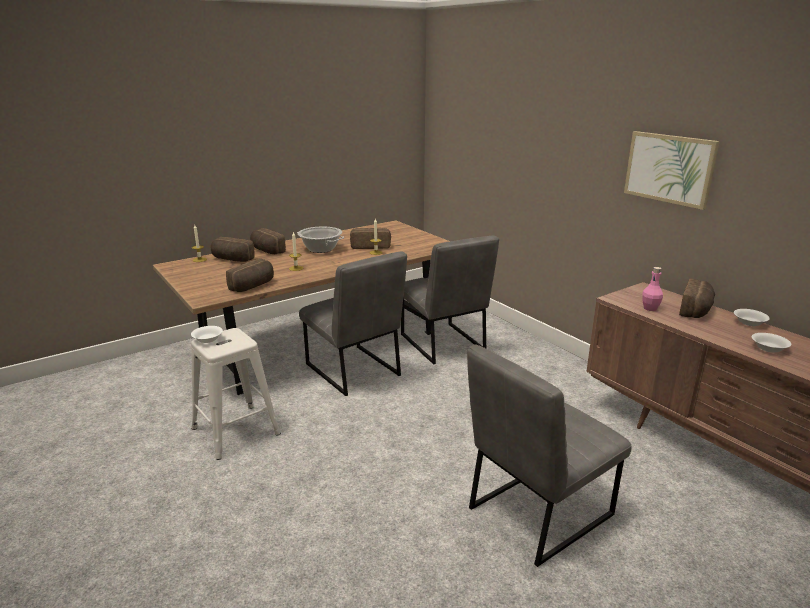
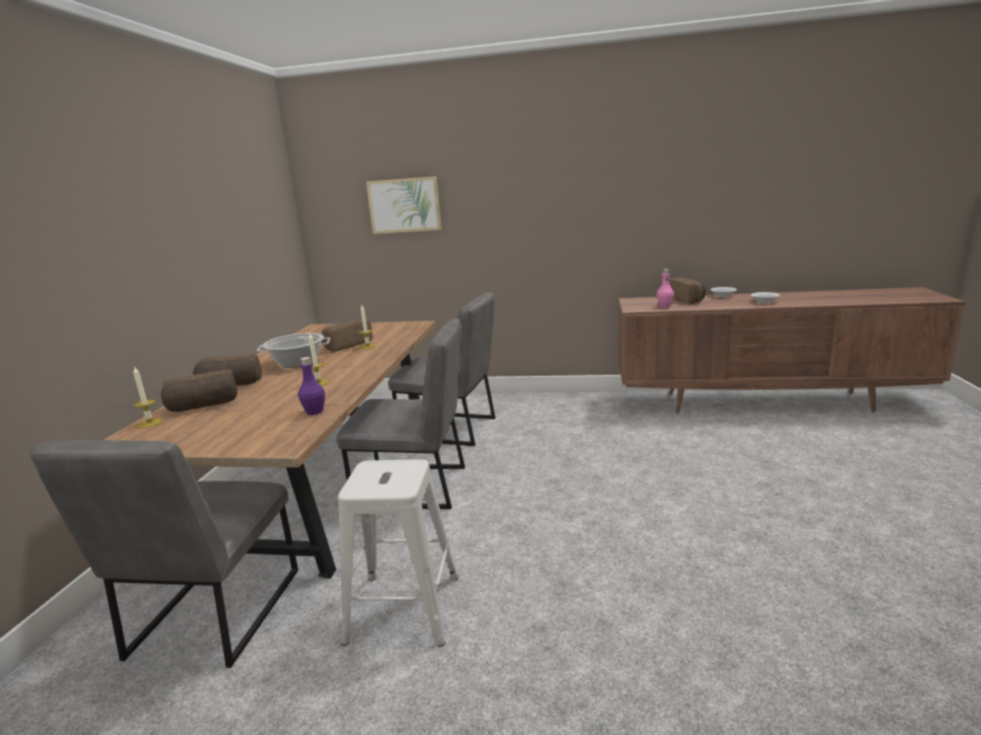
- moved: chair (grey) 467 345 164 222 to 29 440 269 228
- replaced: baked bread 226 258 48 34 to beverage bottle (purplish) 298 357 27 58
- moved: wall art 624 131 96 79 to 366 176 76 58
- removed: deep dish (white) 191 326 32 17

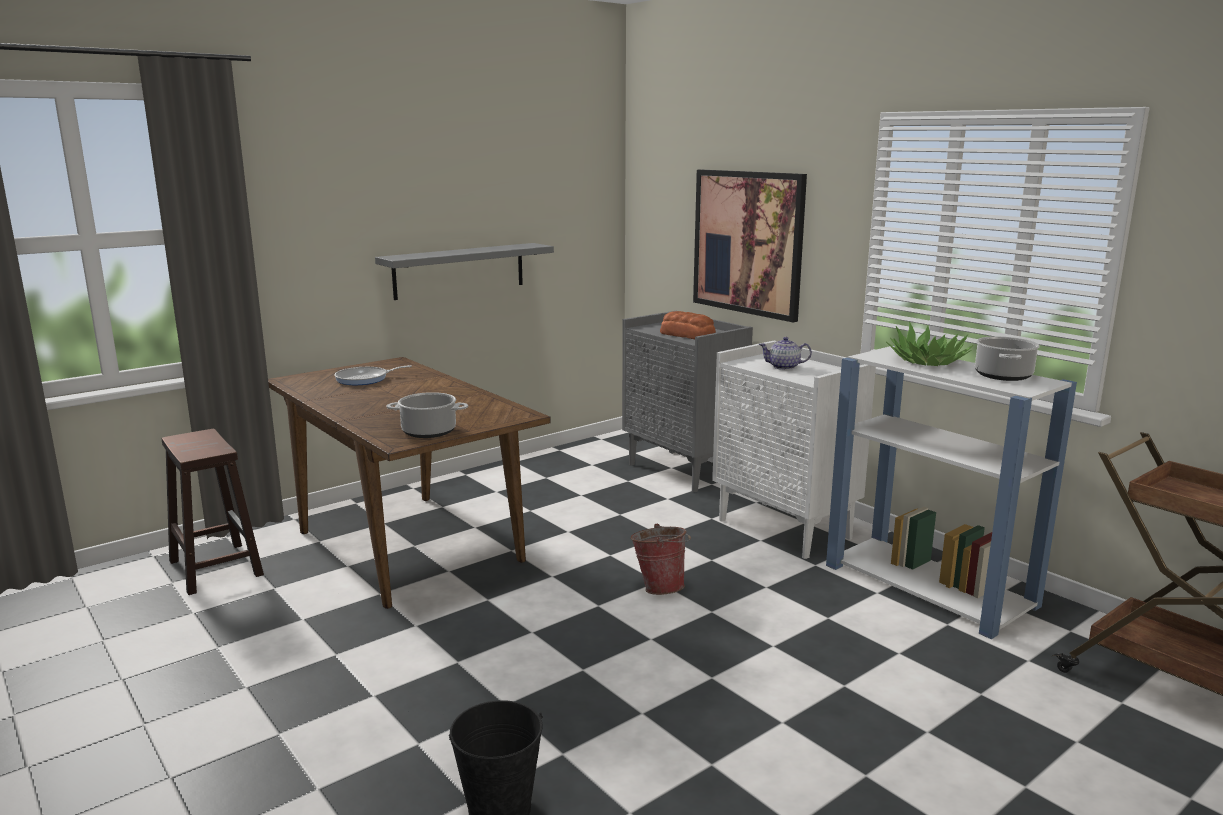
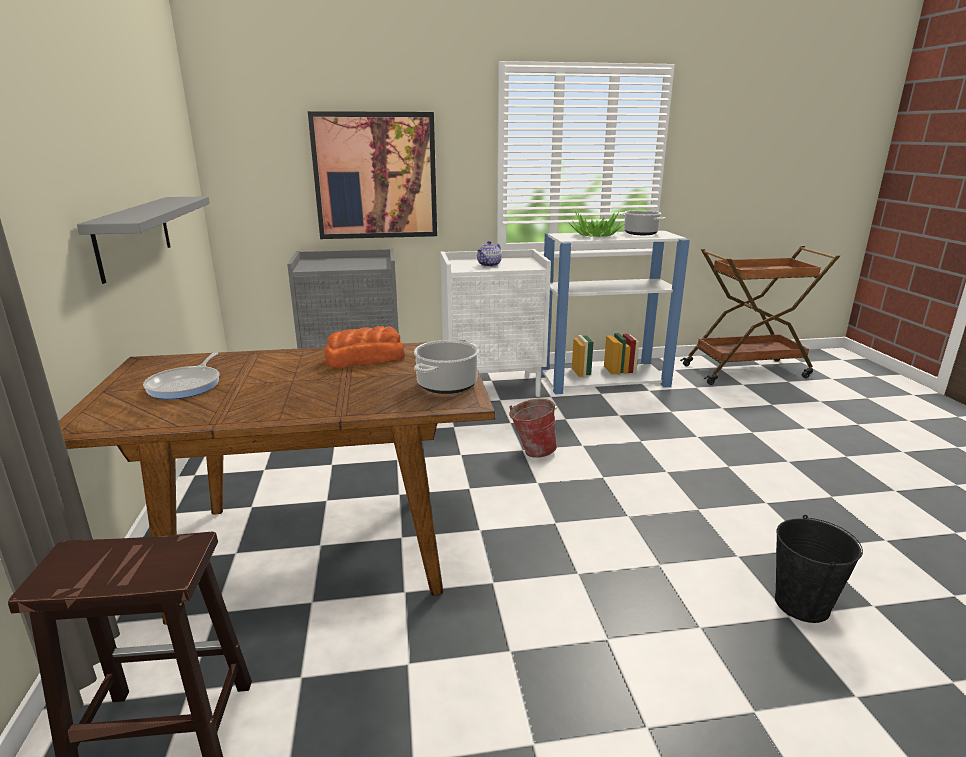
- moved: baked bread 660 311 56 28 to 325 326 80 42

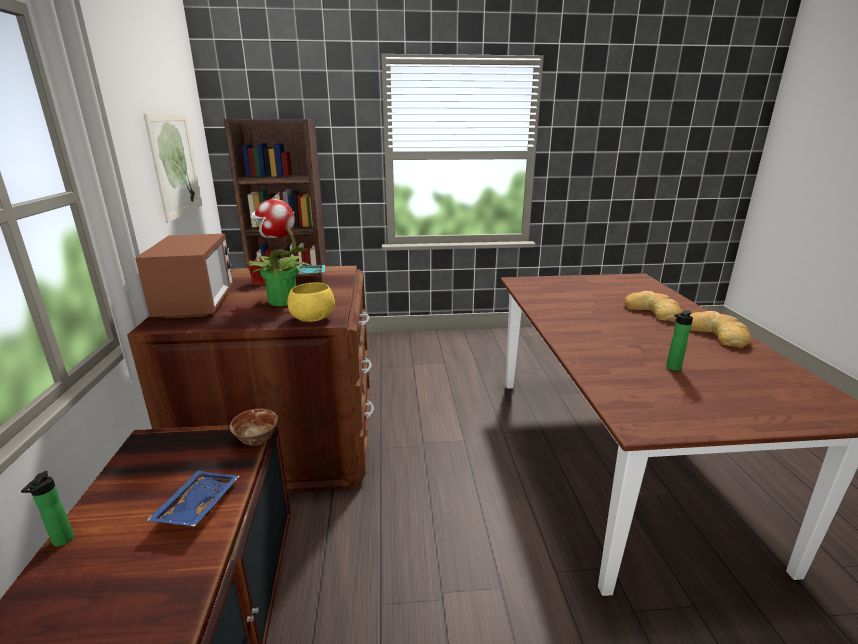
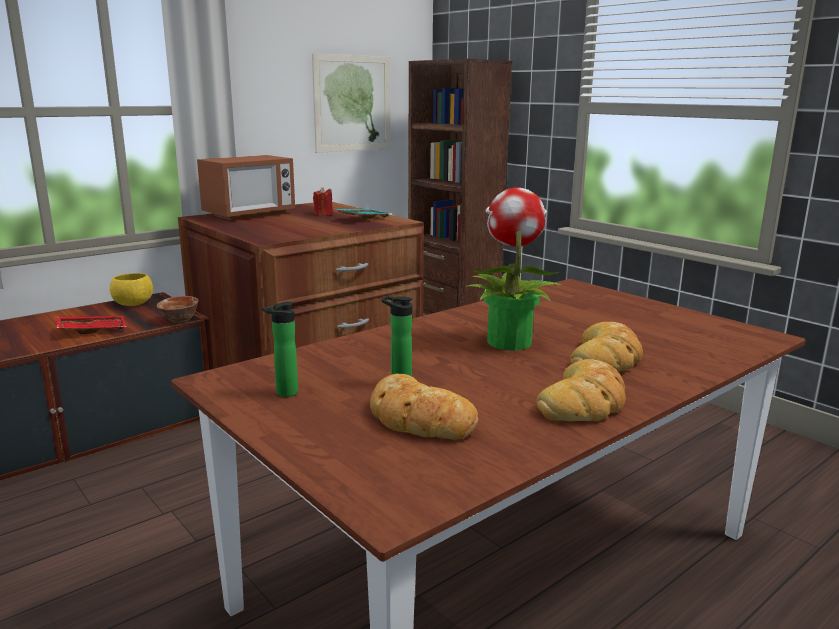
- recoloured: carrying tray (blue) 147 471 92 55 to carrying tray (red) 56 316 71 18
- moved: deep dish (yellow) 287 282 48 40 to 110 273 43 33
- moved: beverage bottle 21 471 53 76 to 261 302 37 95
- added: baked bread 370 373 108 67
- moved: potted plant 247 199 64 107 to 466 187 95 164

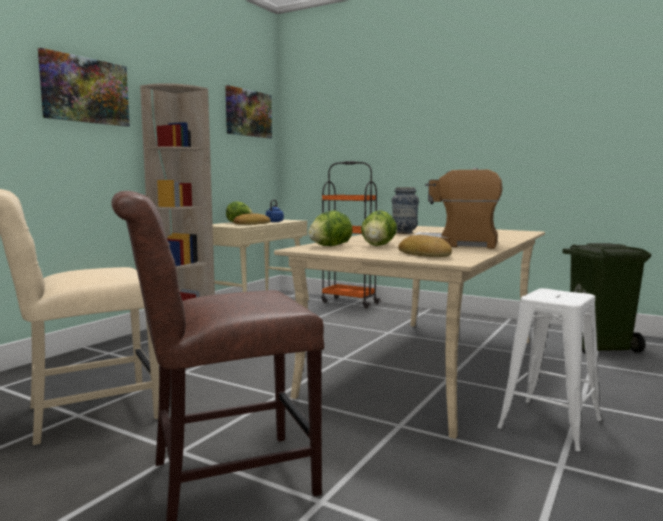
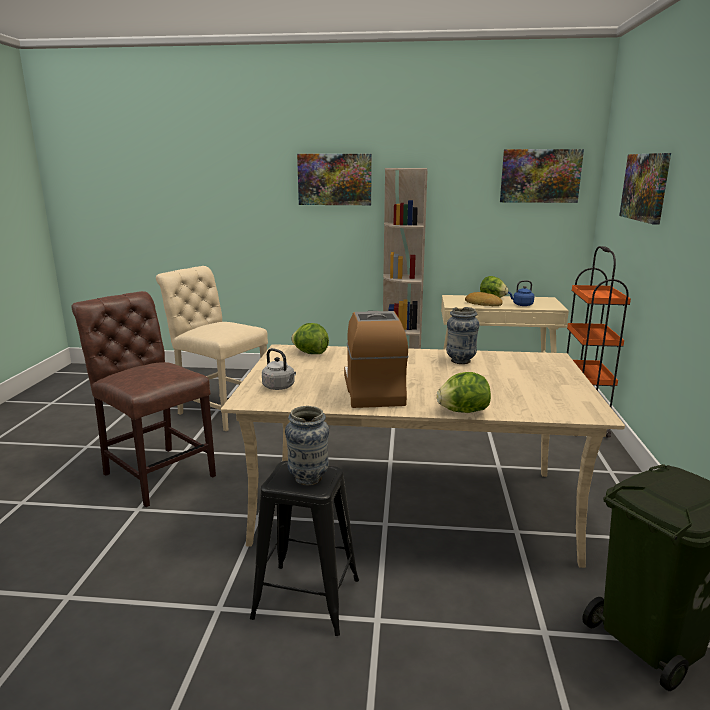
- recoloured: stool (white) 497 288 105 163 to stool (black) 250 461 109 175
- replaced: baked bread 398 235 54 22 to water kettle (grey) 262 348 34 42
- added: flower vase 285 406 44 79
- moved: lettuce 361 210 36 36 to 437 372 54 41
- added: wall art 619 153 52 72

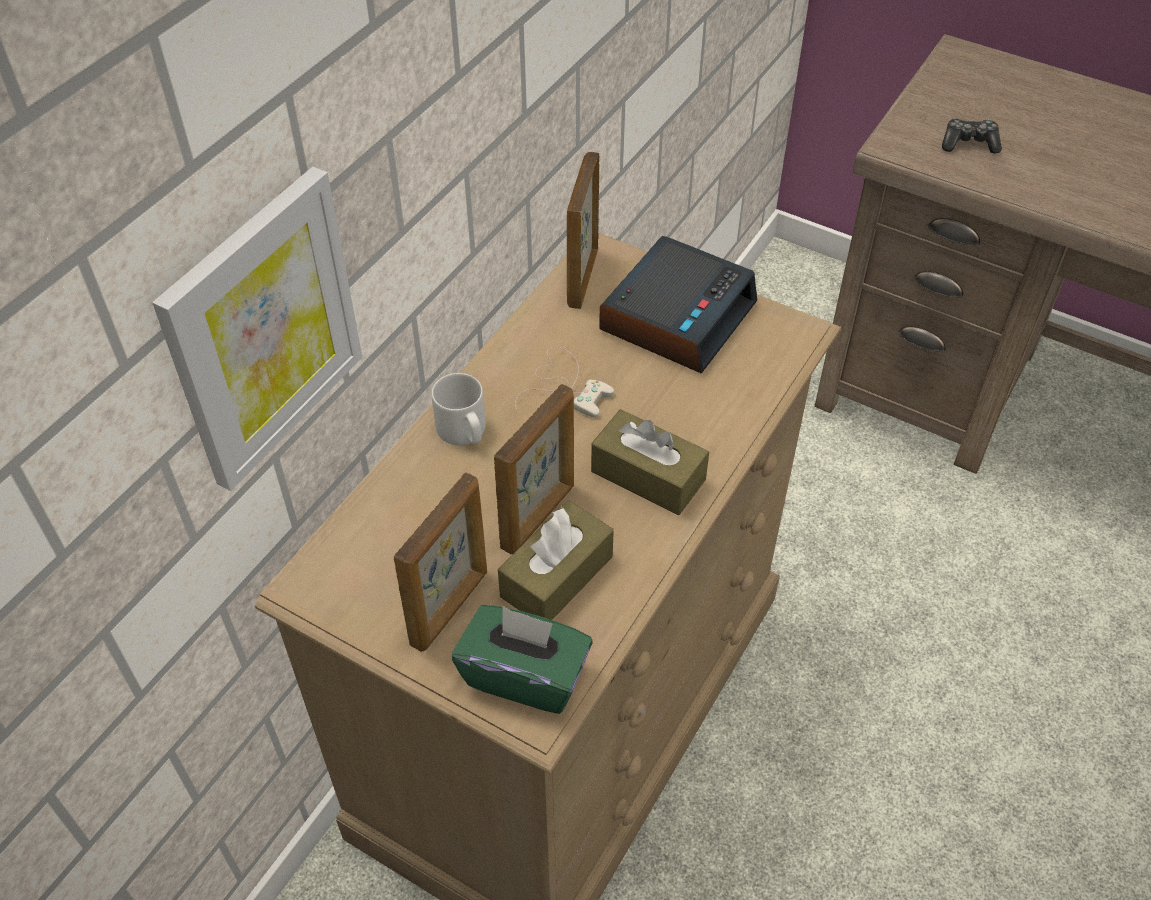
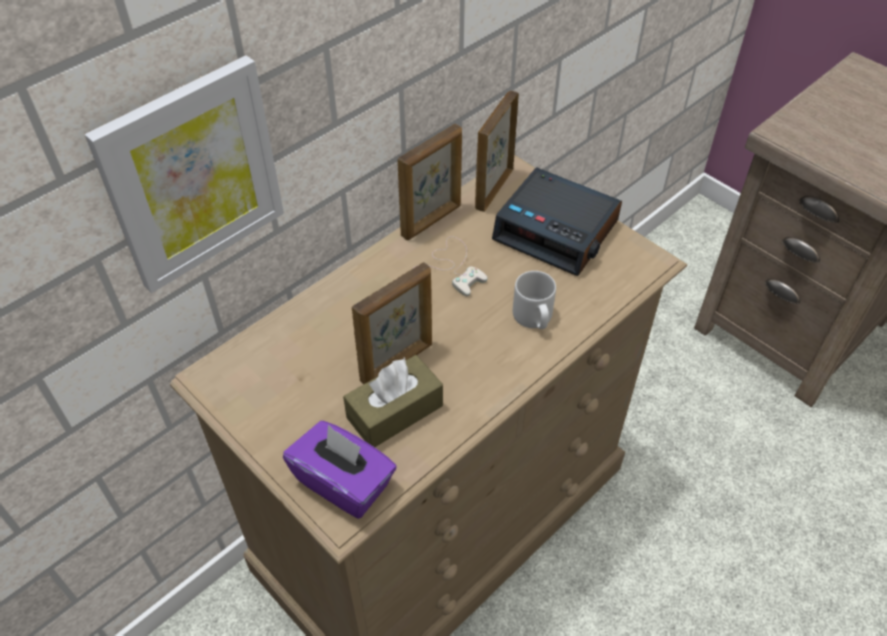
- recoloured: tissue holder (green) 452 605 141 109 to tissue holder (purplish) 283 421 113 98
- moved: picture frame 394 473 93 179 to 398 123 64 117
- turned: table clock 599 236 158 138 = 492 167 130 109 75 degrees clockwise
- moved: coffee mug (grey) 432 373 54 72 to 513 271 43 58
- removed: tissue holder (brown) 591 409 118 106
- removed: game controller 942 118 60 36

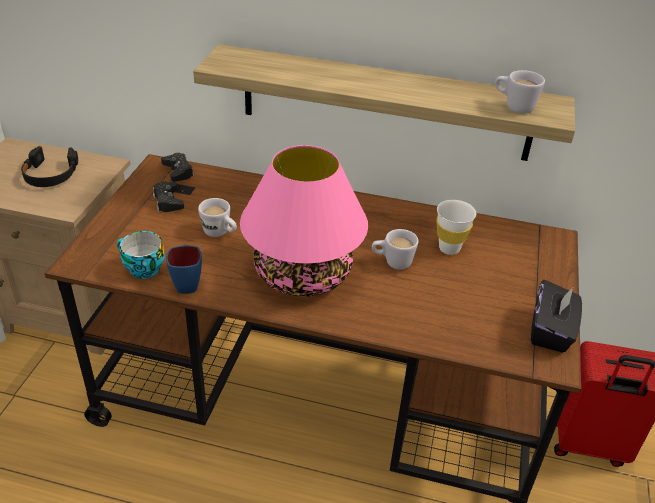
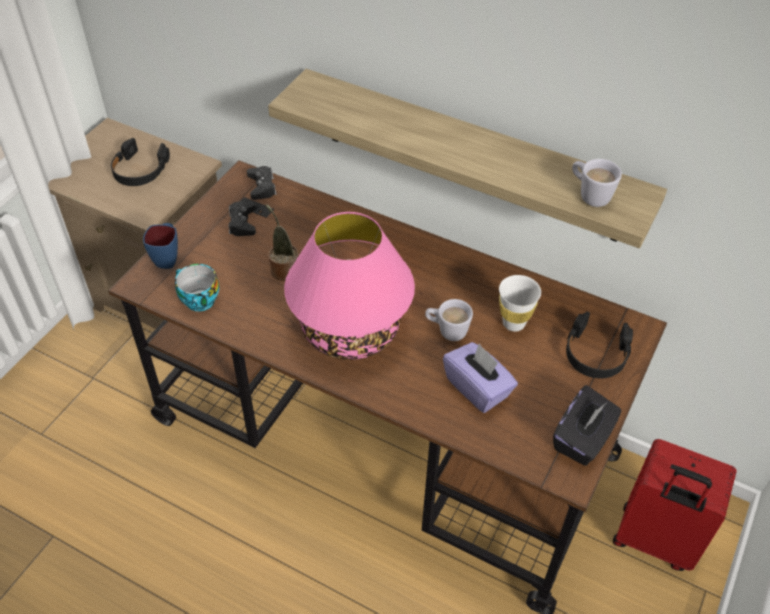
- moved: coffee mug (blue) 166 245 36 49 to 143 223 35 46
- replaced: coffee mug (white) 198 198 39 39 to potted plant 265 204 33 77
- added: tissue holder (purplish) 443 342 75 71
- added: headset (black) 566 312 67 67

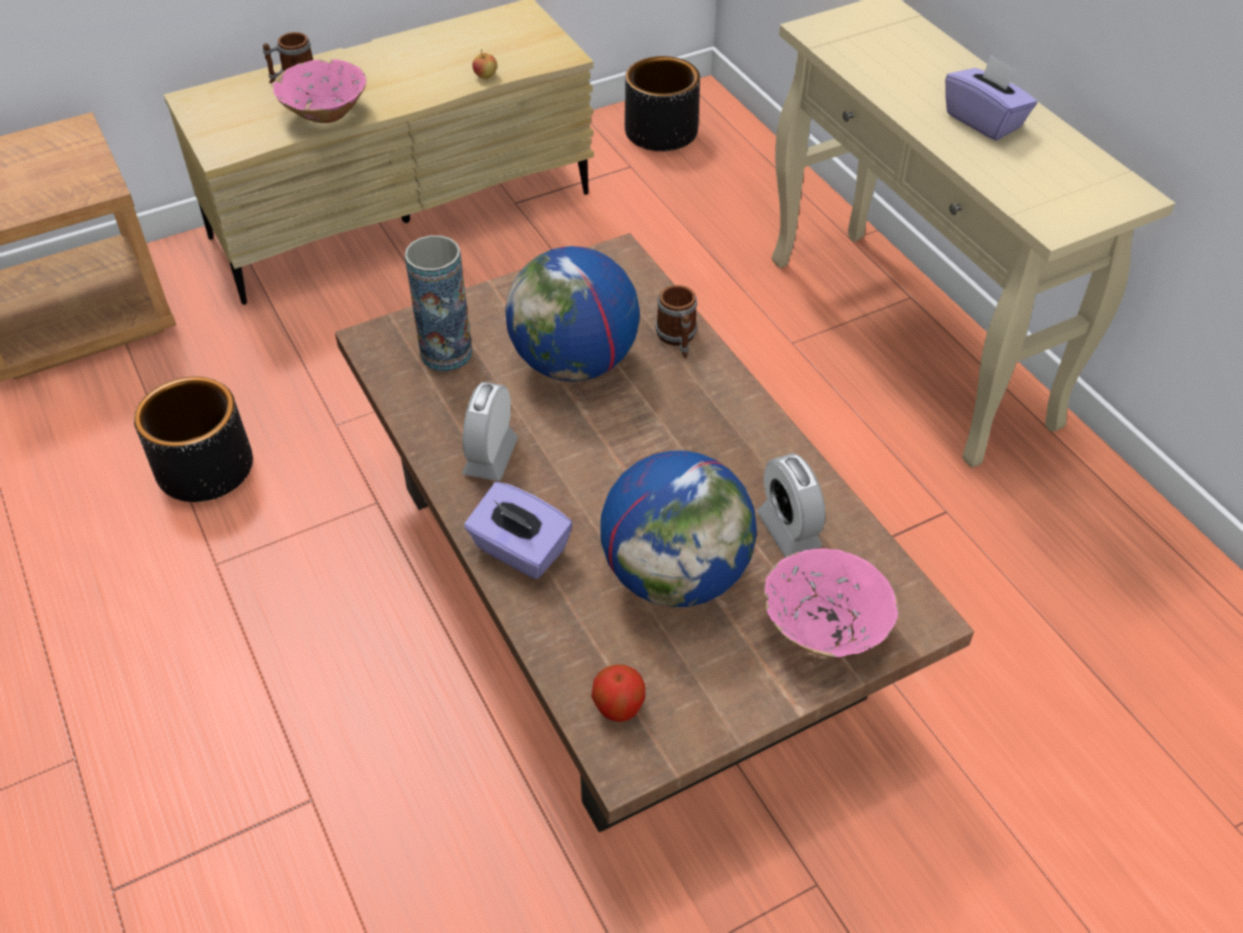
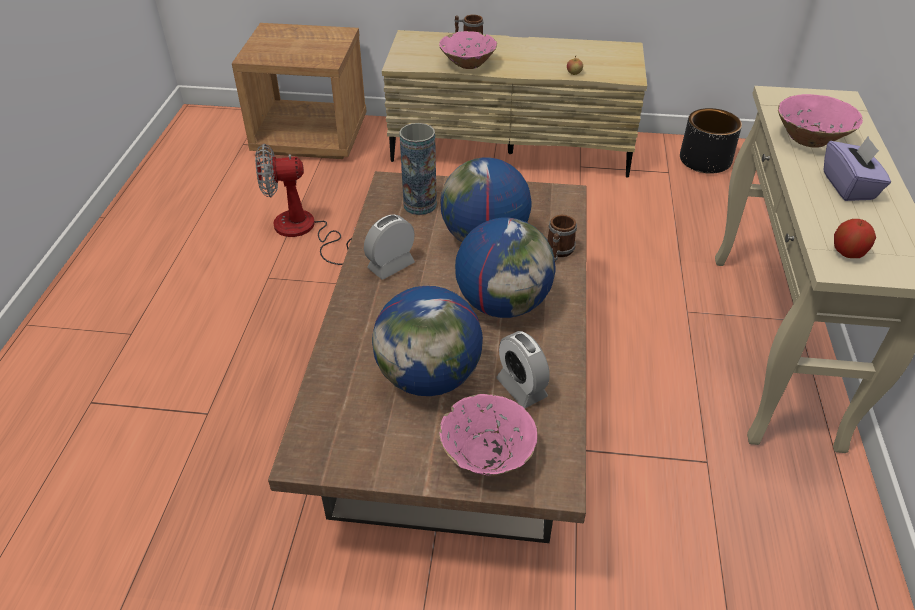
- replaced: plant pot (black) 134 376 119 126 to fan 255 144 100 121
- added: desk globe 455 218 100 100
- turned: table clock 757 453 69 104 = 496 331 54 77 45 degrees counterclockwise
- added: deep dish (pink) 778 94 85 54
- moved: apple 591 664 54 58 to 834 219 42 39
- removed: tissue holder (purplish) 464 482 109 97

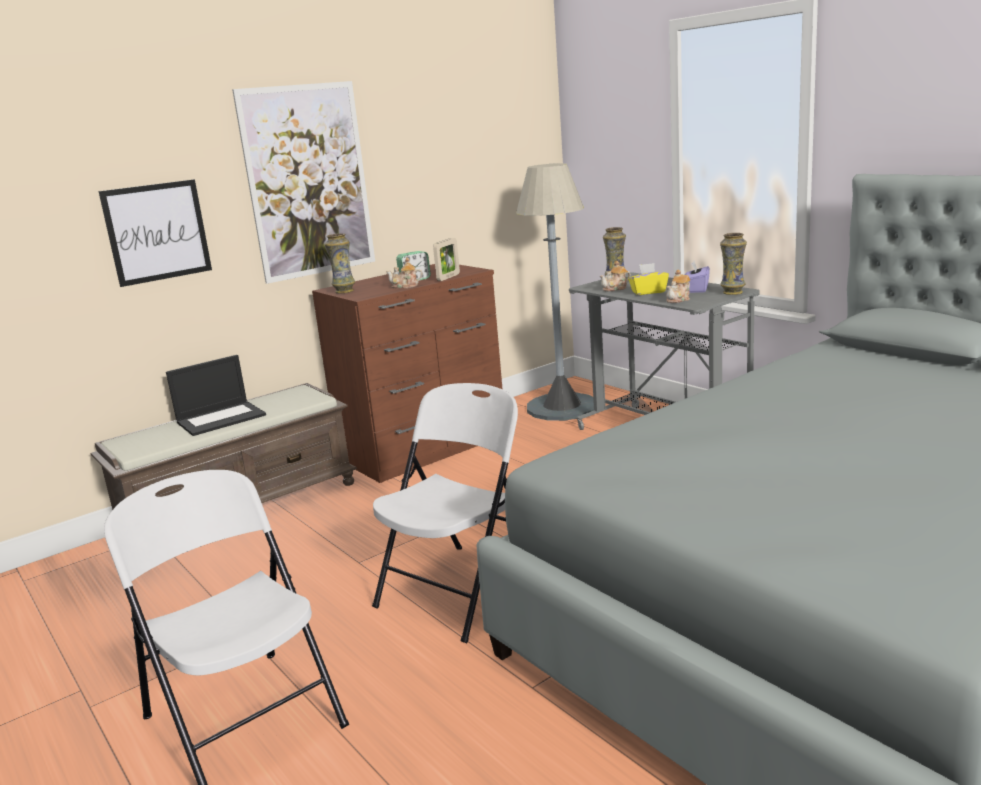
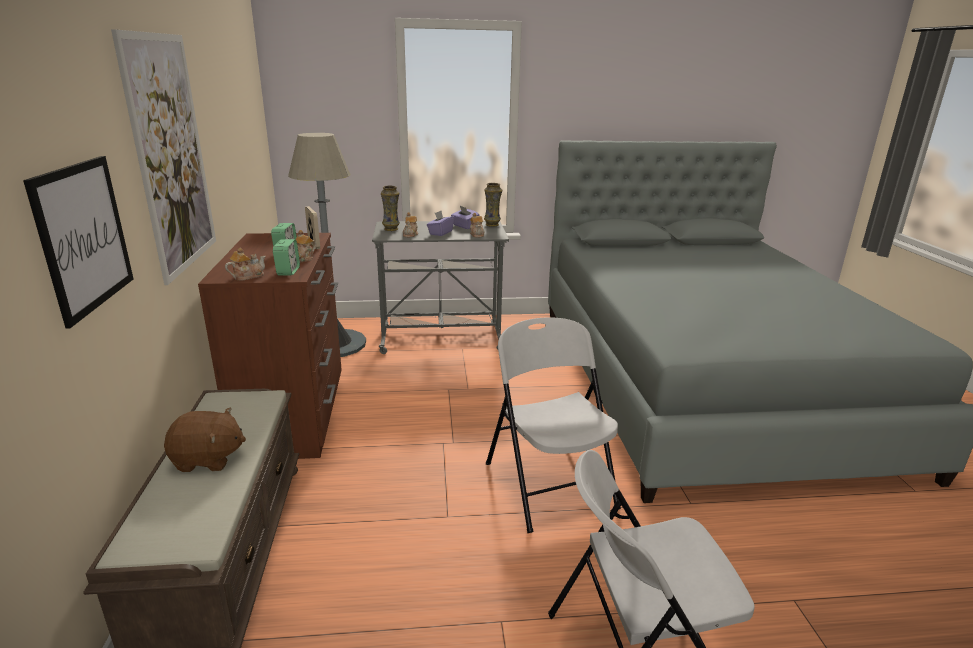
- replaced: laptop 166 355 100 81 to plush toy (brown) 164 408 82 64
- replaced: flower vase 325 233 30 60 to tea pot 225 248 41 33
- added: table clock 273 239 27 37
- recoloured: tissue holder (yellow) 628 263 41 32 to tissue holder (purplish) 427 211 27 25

